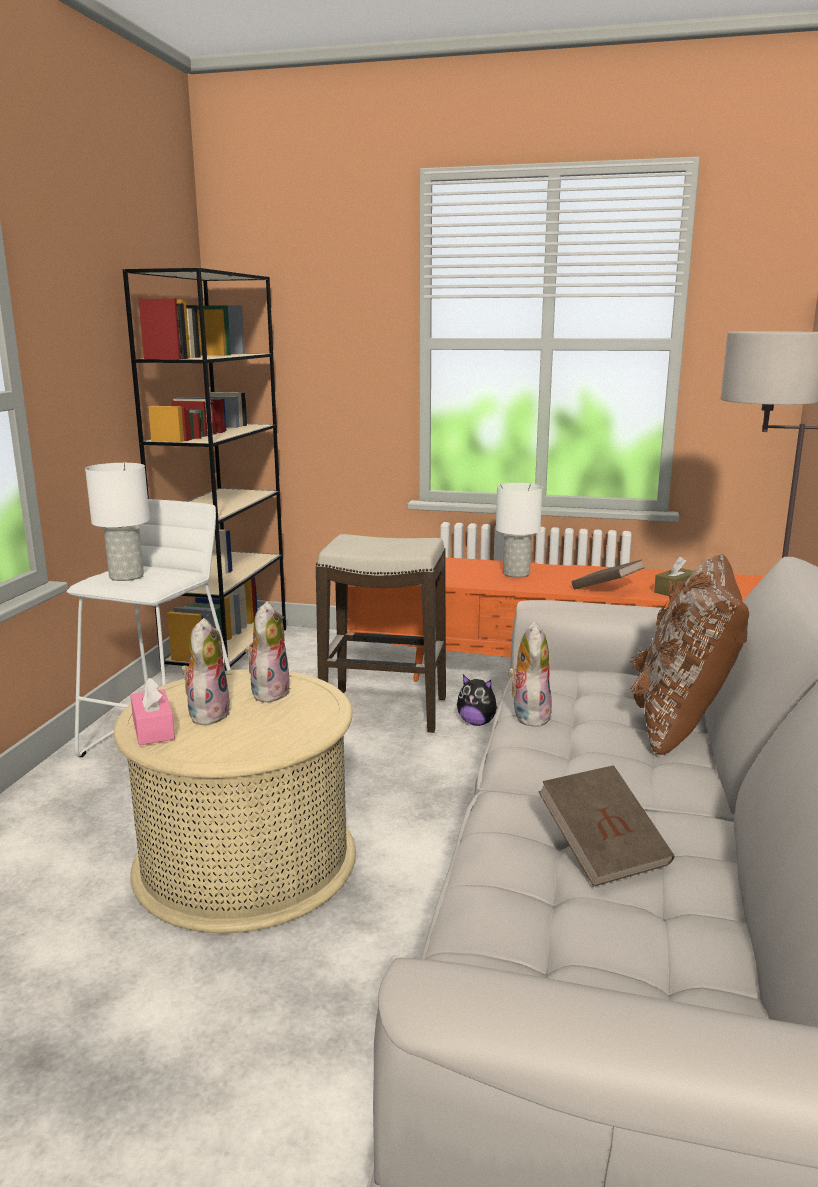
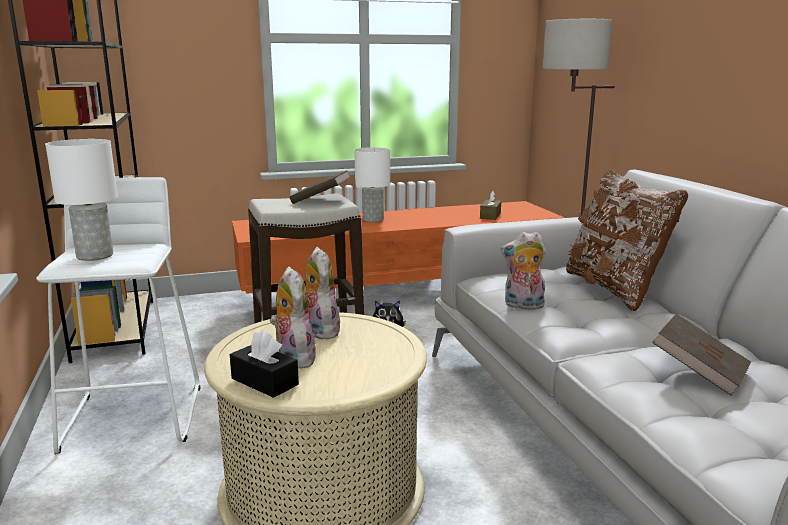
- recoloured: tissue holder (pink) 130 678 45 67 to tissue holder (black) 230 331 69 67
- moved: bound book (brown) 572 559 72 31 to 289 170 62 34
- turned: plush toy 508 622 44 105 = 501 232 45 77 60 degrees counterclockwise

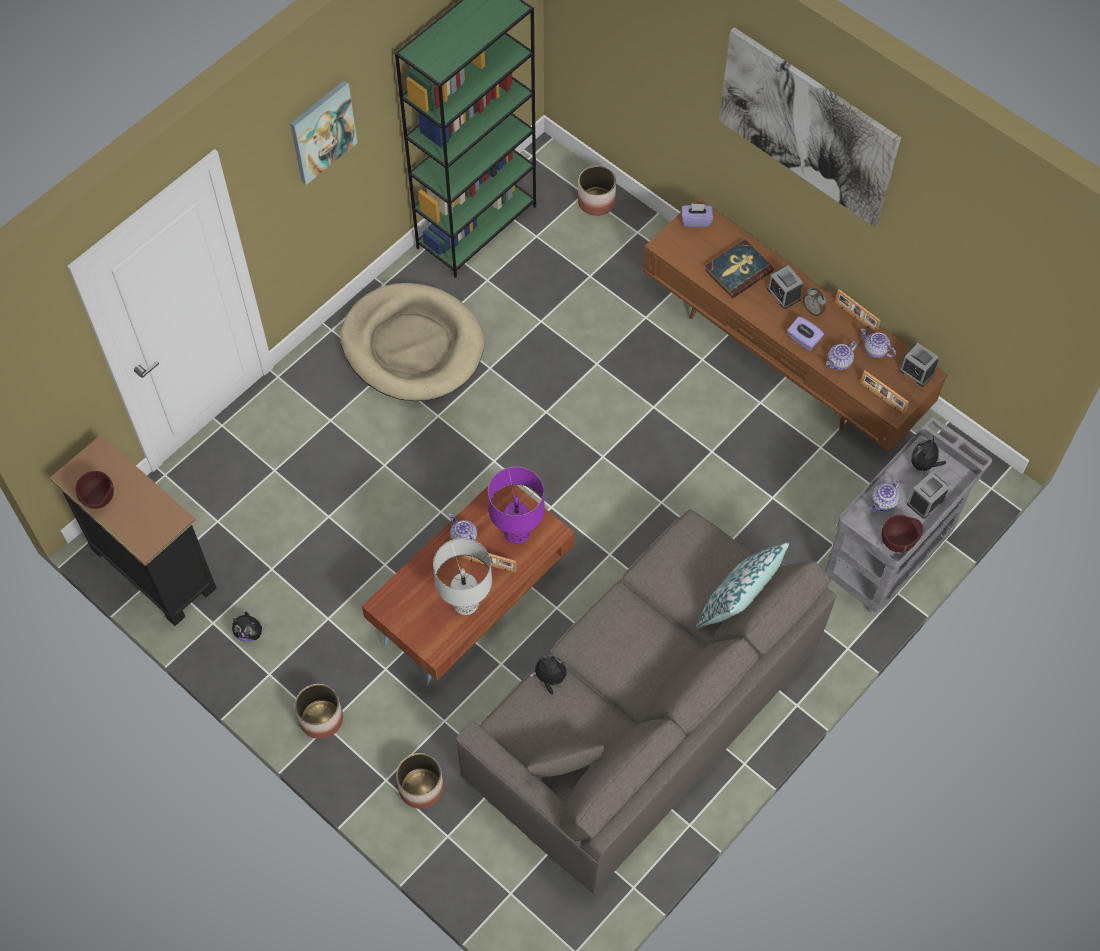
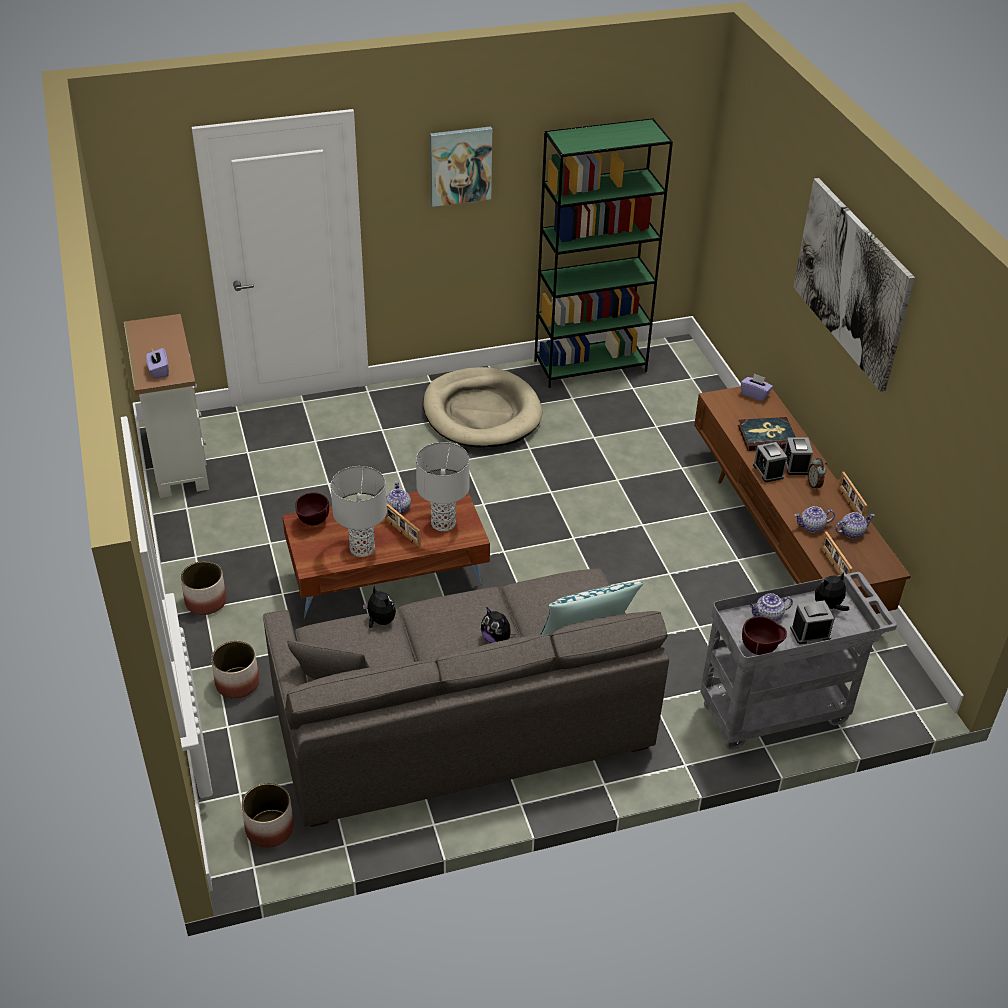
- recoloured: drawer chest (black) 50 435 166 191 to drawer chest (white) 124 314 85 184
- moved: tissue holder (purplish) 787 316 37 35 to 146 348 23 30
- moved: plant pot 578 166 38 50 to 241 783 53 65
- moved: deep dish (brown) 75 471 39 38 to 296 492 33 33
- recoloured: tabletop lamp (purplish) 488 466 57 78 to tabletop lamp (white) 416 442 54 90
- moved: plush toy 232 611 35 31 to 481 607 35 36
- moved: table clock 898 343 41 44 to 753 442 34 40
- turned: tea pot 861 328 35 30 = 835 512 40 27 90 degrees clockwise

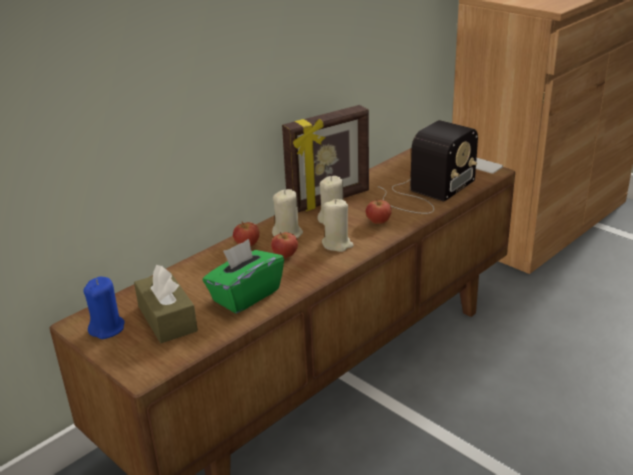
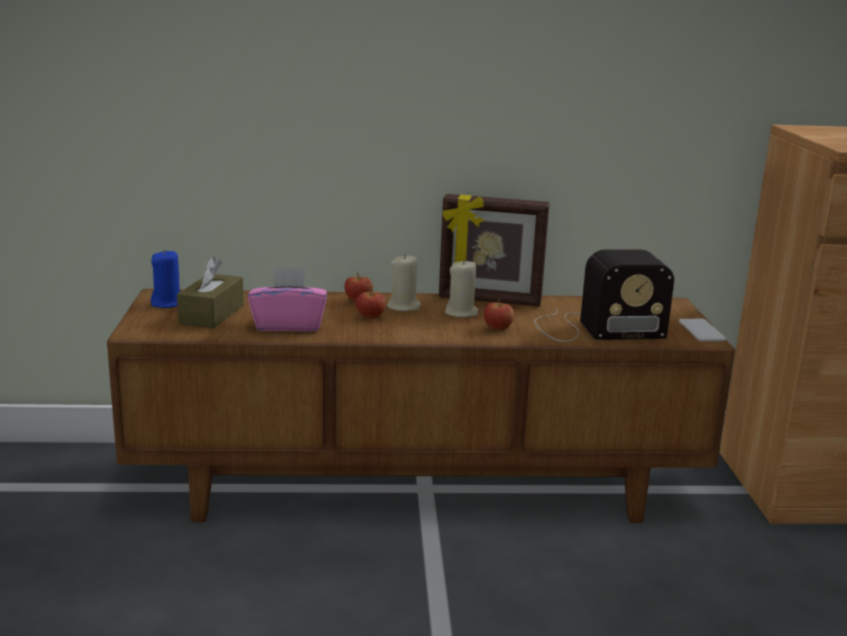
- recoloured: tissue holder (green) 203 239 81 75 to tissue holder (pink) 248 266 79 66
- removed: wax light (beige) 322 199 32 53

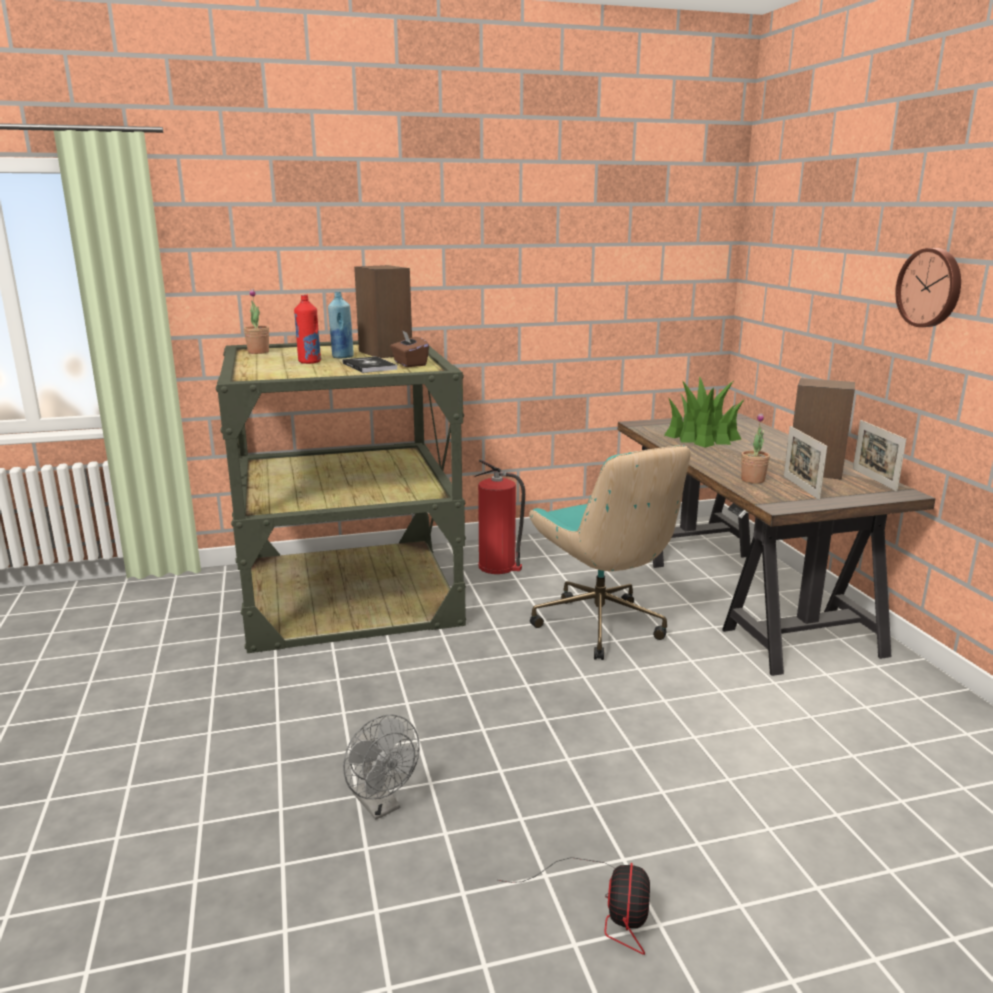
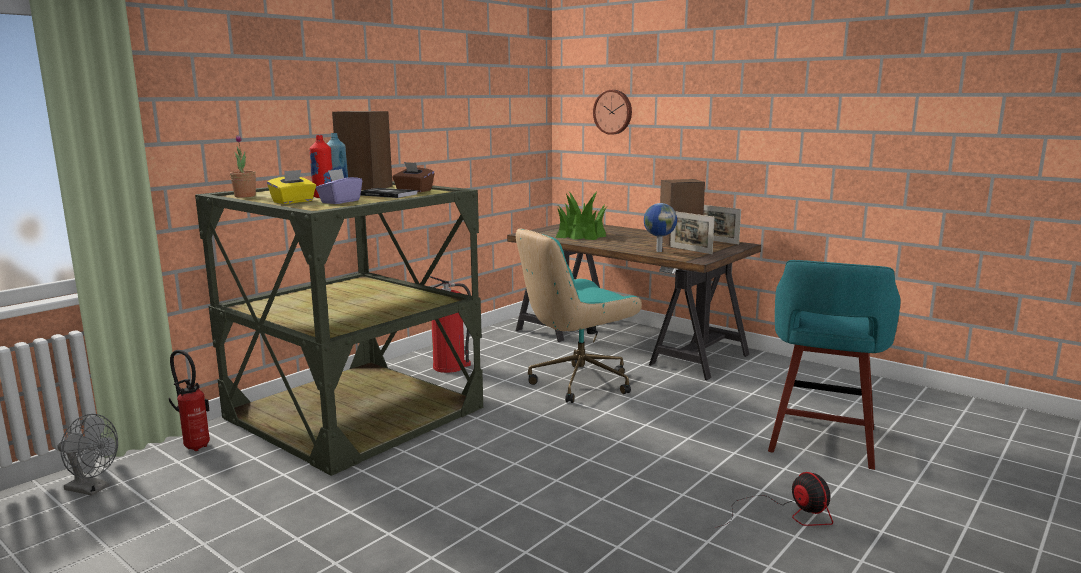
- moved: fan (grey) 343 714 77 106 to 58 414 60 82
- added: fire extinguisher 169 350 41 101
- added: tissue holder (yellow) 267 170 49 34
- added: tissue holder (purplish) 316 169 46 35
- turned: computer chair (turquoise) 529 446 161 214 = 516 228 126 175 120 degrees clockwise
- moved: wall clock 895 248 66 79 to 593 90 39 45
- replaced: potted plant 741 414 29 70 to desk globe 644 203 33 49
- added: stool (turquoise) 768 260 132 210

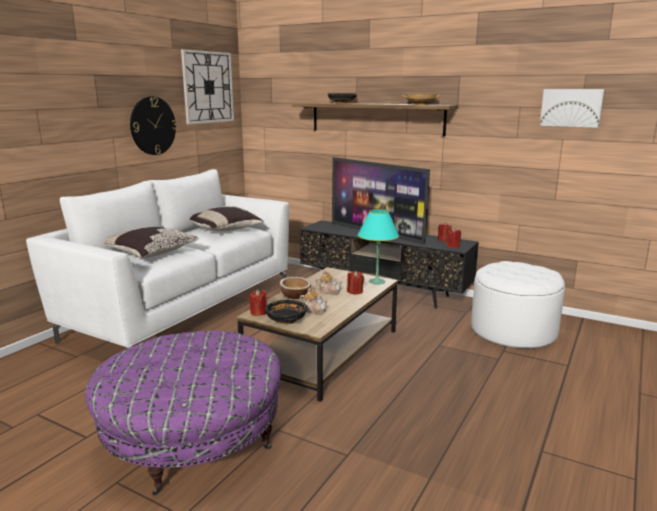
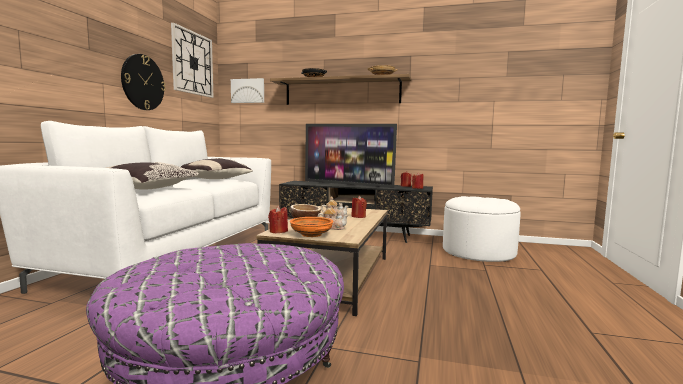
- moved: wall art 540 89 64 39 to 231 78 33 25
- recoloured: deep dish (black) 265 300 42 24 to deep dish (orangey) 290 217 43 20
- removed: tabletop lamp (turquoise) 357 209 42 75

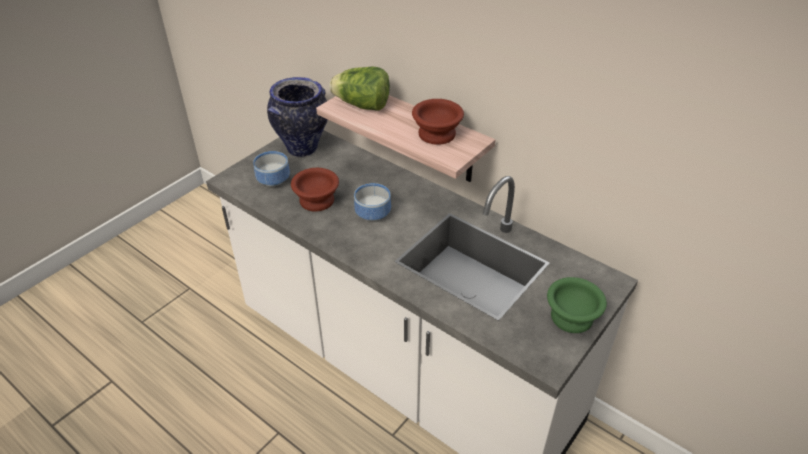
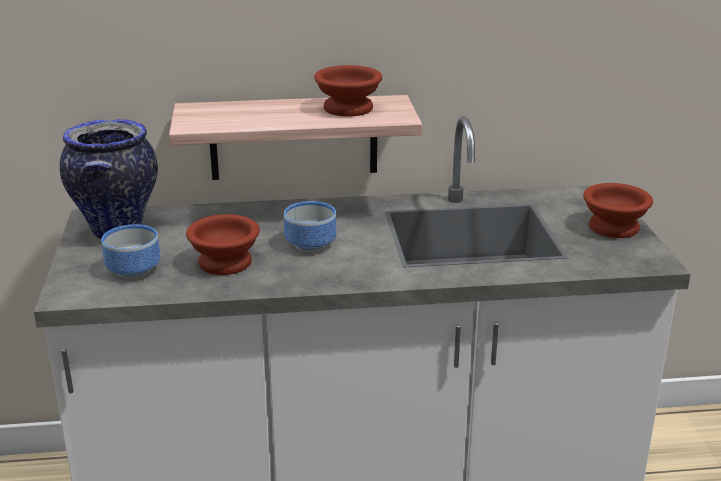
- recoloured: deep dish (green) 547 277 60 56 to deep dish (brown) 583 183 70 55
- removed: lettuce 330 67 60 44

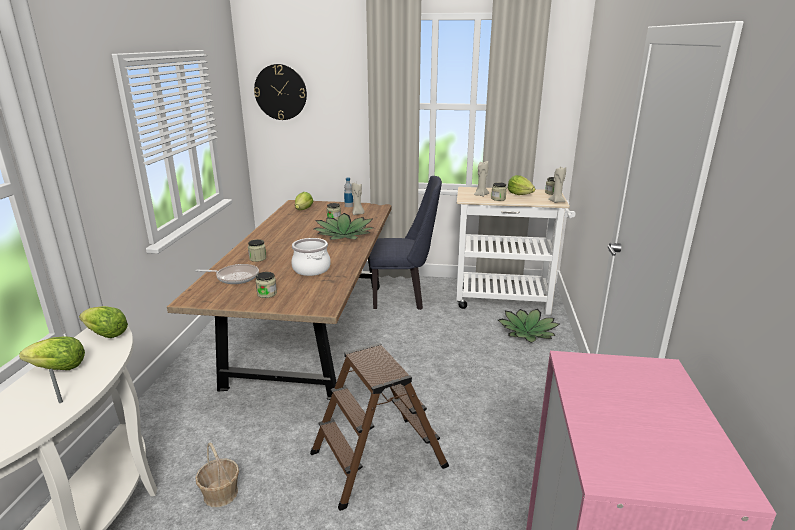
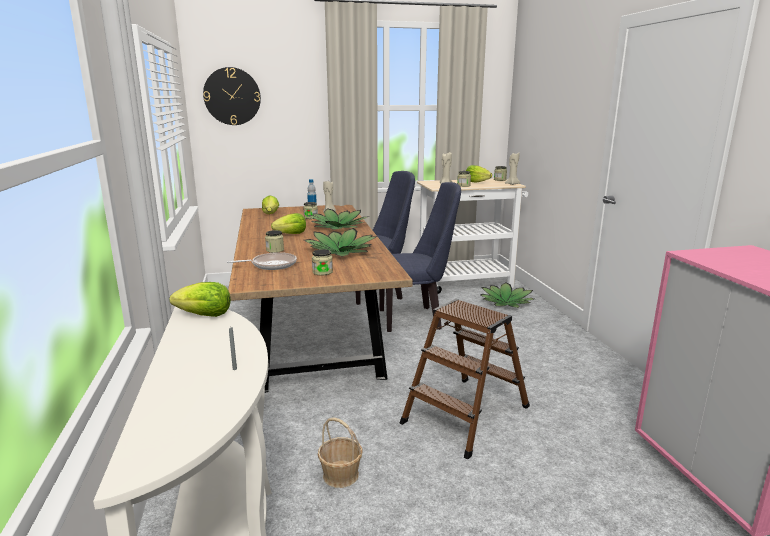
- moved: lettuce 19 336 66 34 to 271 213 35 21
- replaced: saucepot 291 238 40 38 to potted plant 304 228 73 29
- added: chair (blue) 379 182 82 150

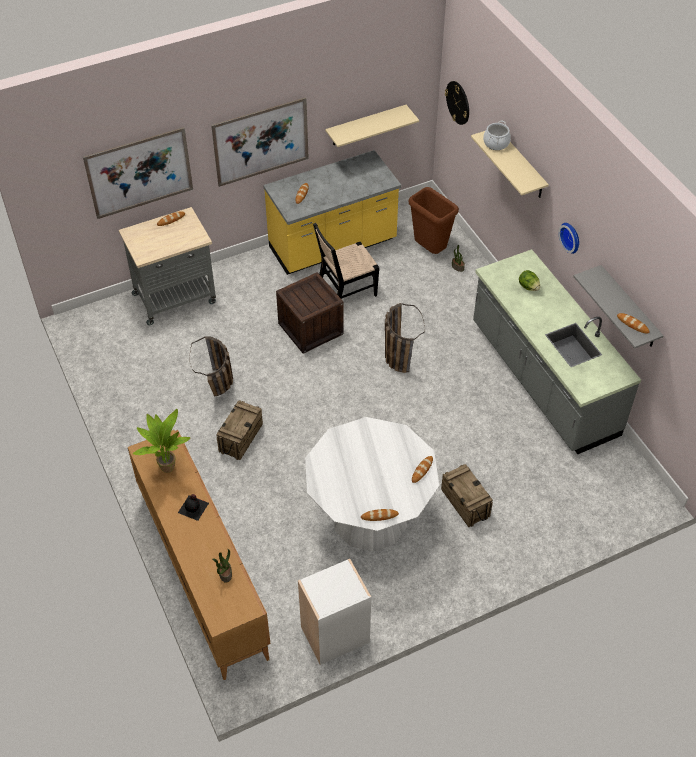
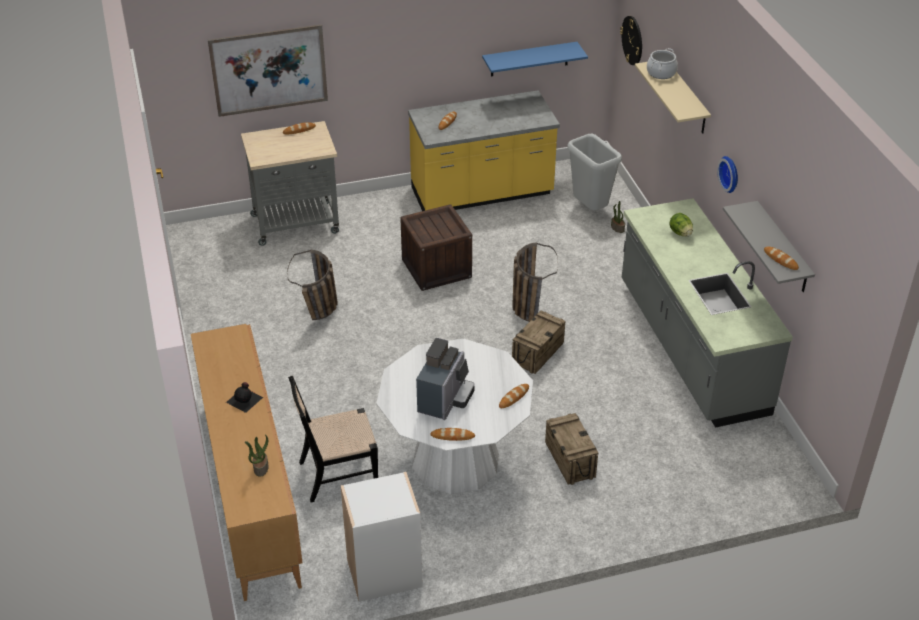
- moved: chair 313 223 66 76 to 288 376 90 126
- added: coffee machine 416 338 59 82
- recoloured: bracket shelf (beige) 325 105 94 42 to bracket shelf (blue) 482 42 106 34
- moved: shipping crate 216 400 47 60 to 512 310 54 64
- recoloured: waste bin (brown) 409 187 50 67 to waste bin (grey) 567 134 55 76
- removed: potted plant 132 409 59 64
- removed: wall art 211 97 98 90

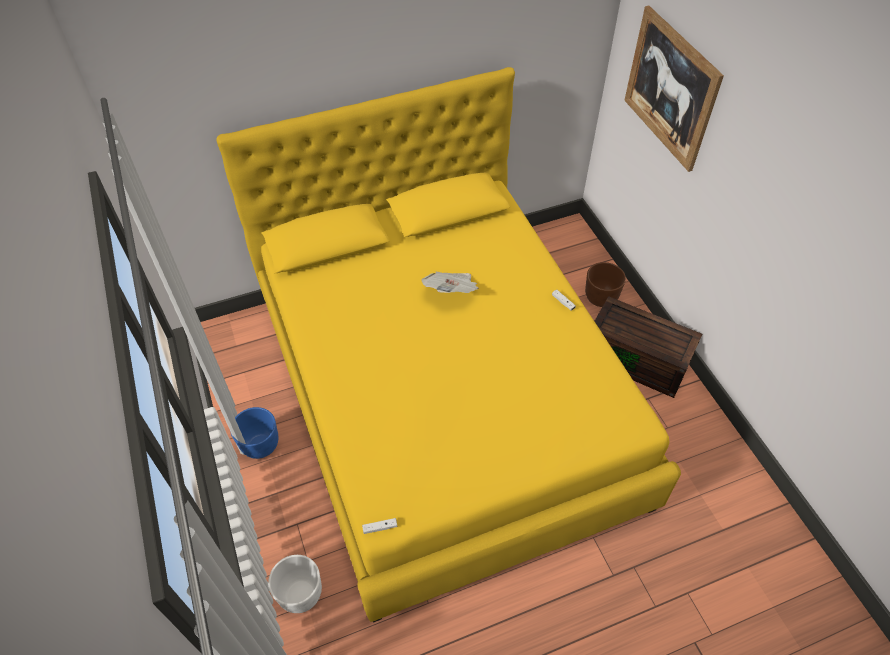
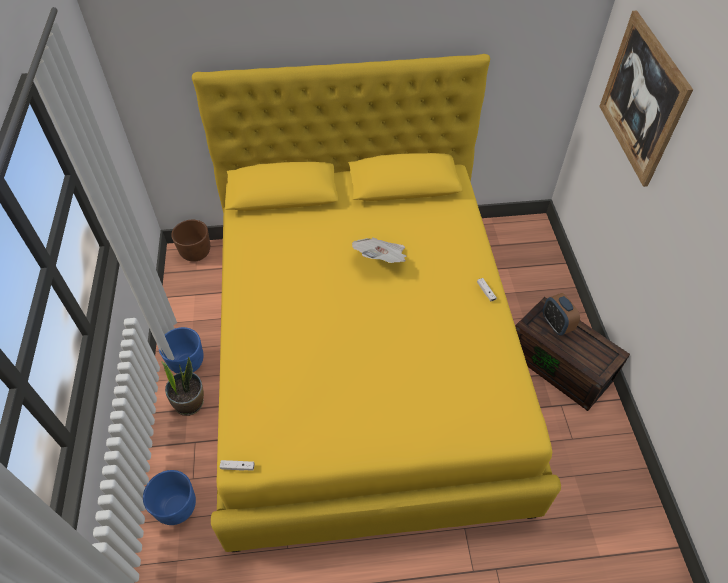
- recoloured: plant pot (white) 268 555 54 58 to plant pot (blue) 143 470 53 55
- added: potted plant 161 357 43 59
- moved: plant pot (brown) 585 262 41 45 to 171 220 39 42
- added: table clock 543 293 37 43

